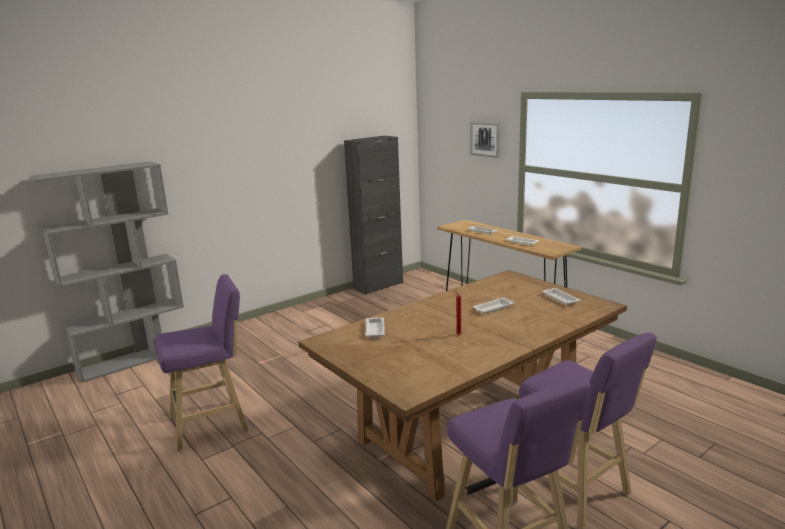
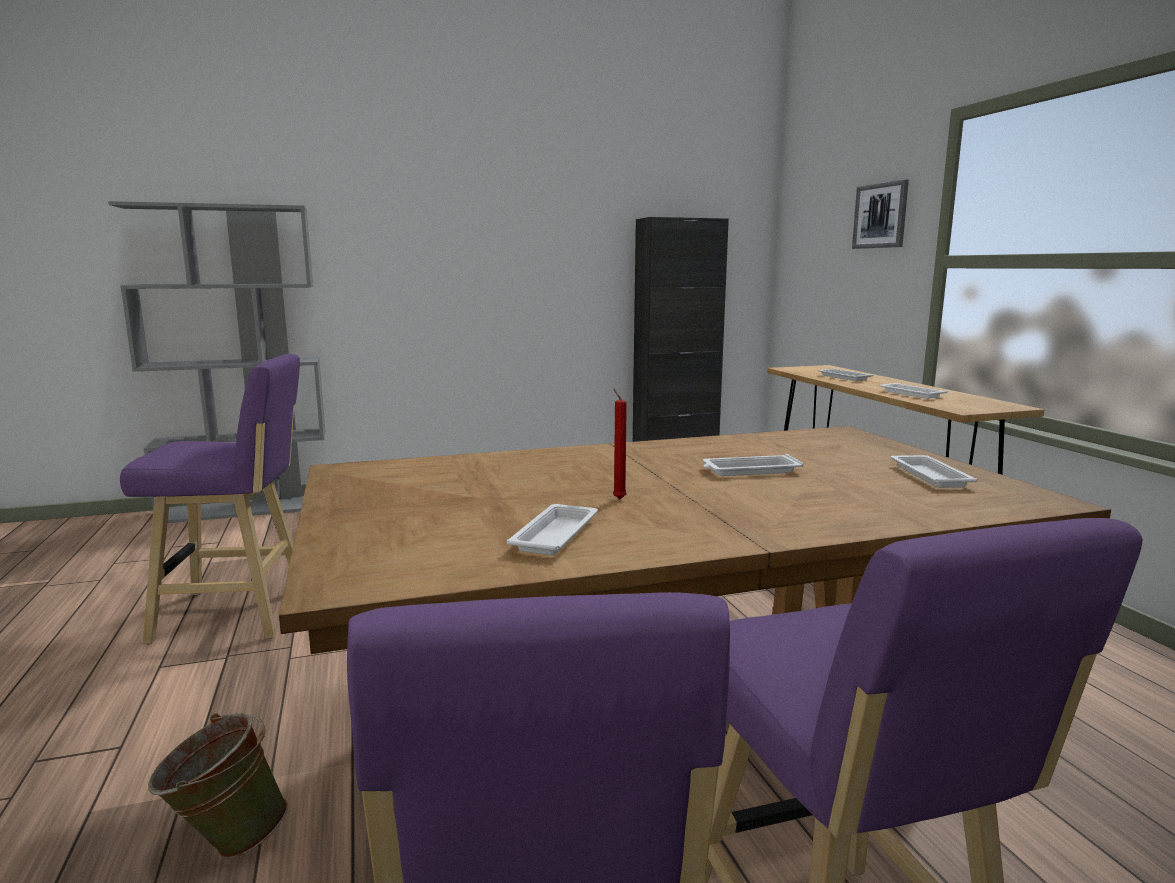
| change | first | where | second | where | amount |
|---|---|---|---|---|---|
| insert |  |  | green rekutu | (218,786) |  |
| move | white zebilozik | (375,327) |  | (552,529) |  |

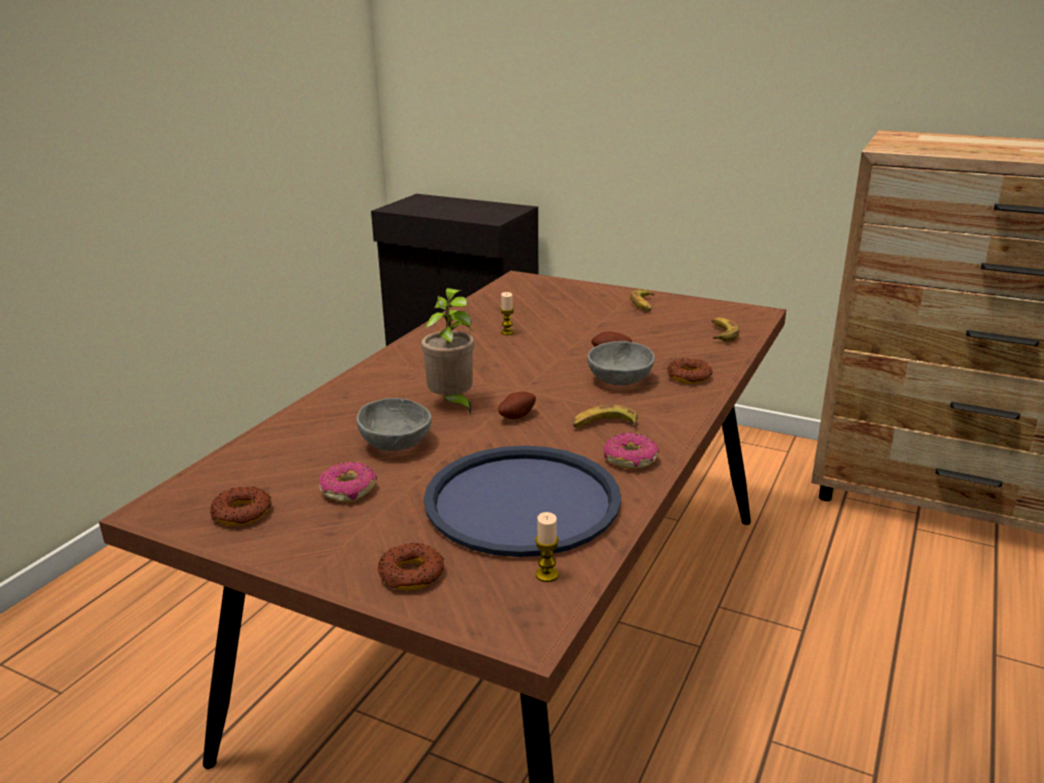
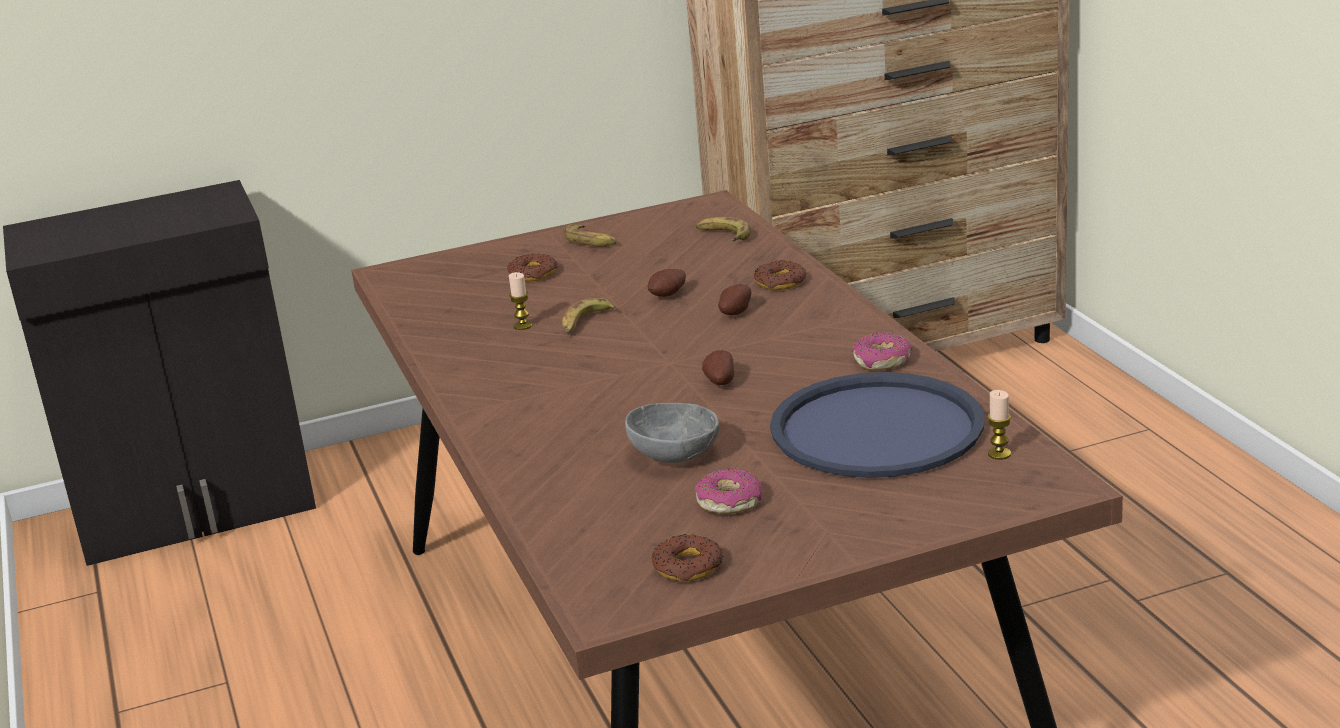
| change | first | where | second | where | amount |
|---|---|---|---|---|---|
| move | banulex | (411,566) |  | (532,268) |  |
| move | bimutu | (605,416) |  | (589,316) |  |
| replace | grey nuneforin | (621,363) | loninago | (734,299) |  |
| delete | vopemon | (448,351) |  |  |  |

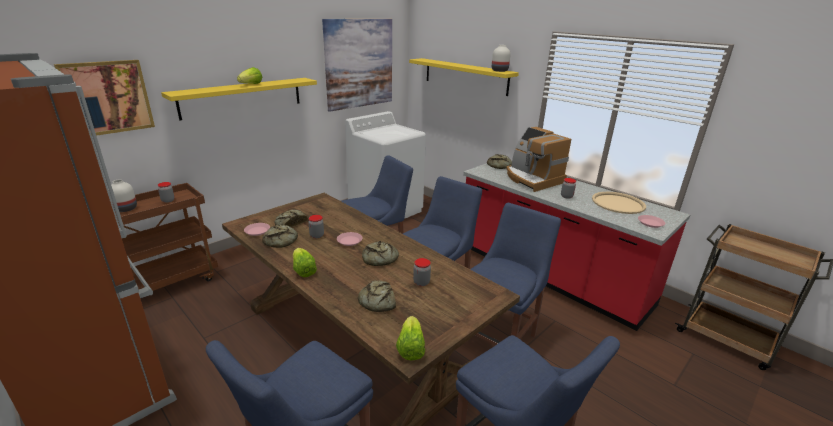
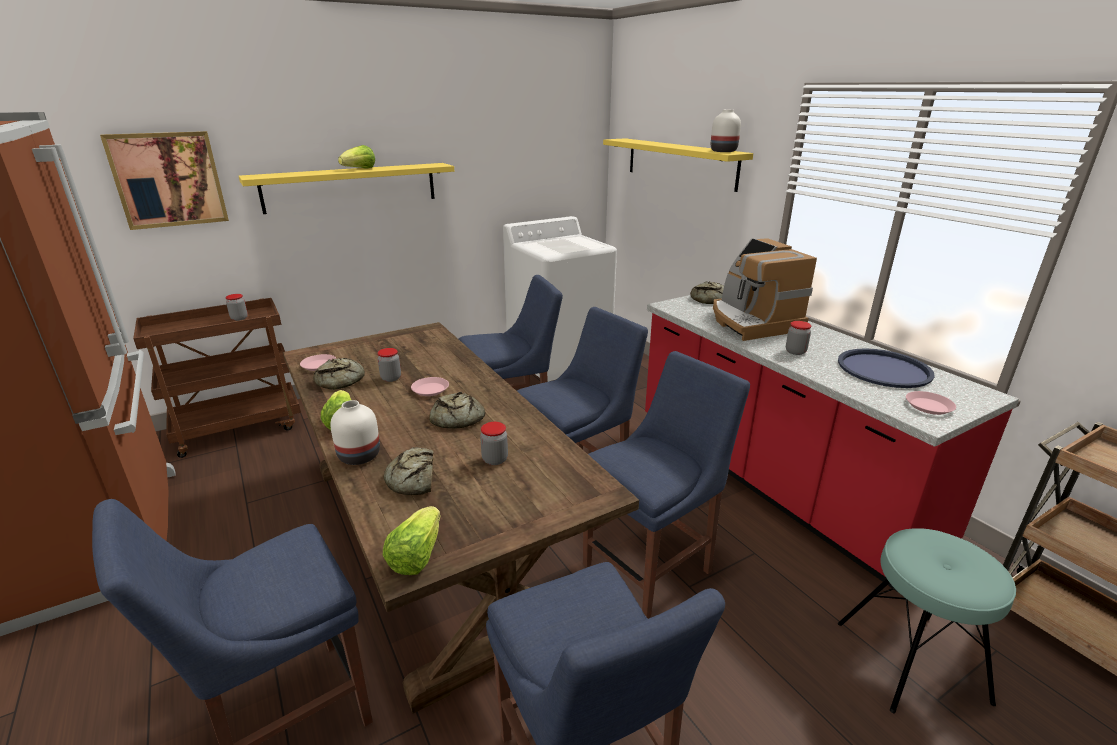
| change | first | where | second | where | amount |
|---|---|---|---|---|---|
| move | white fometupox | (122,196) |  | (355,432) |  |
| recolor | beige zebilozik | (619,203) | blue zebilozik | (886,368) |  |
| insert |  |  | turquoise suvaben | (927,620) |  |
| delete | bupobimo | (291,218) |  |  |  |
| delete | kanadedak | (357,65) |  |  |  |

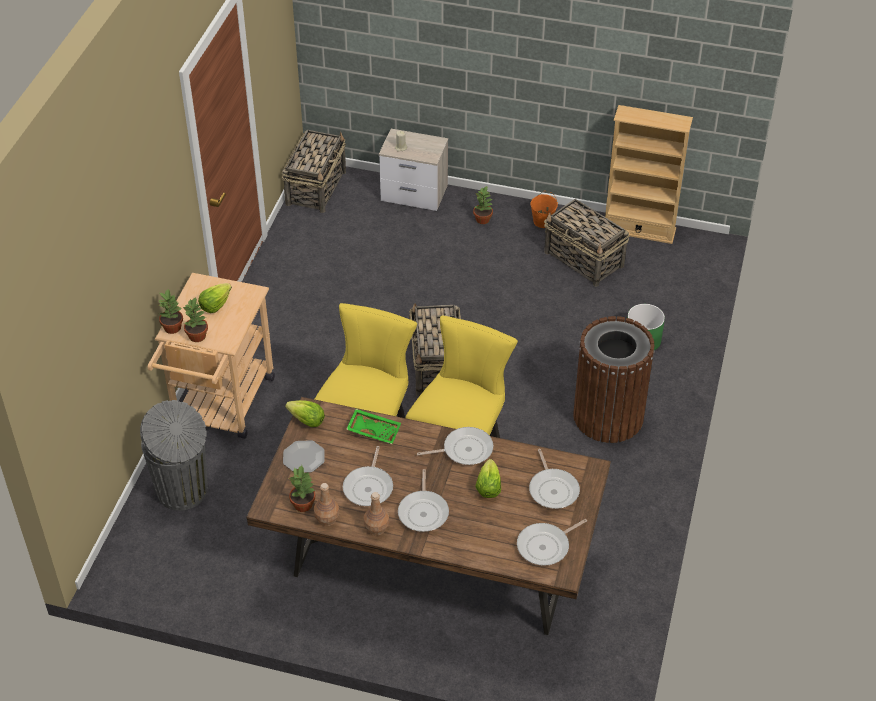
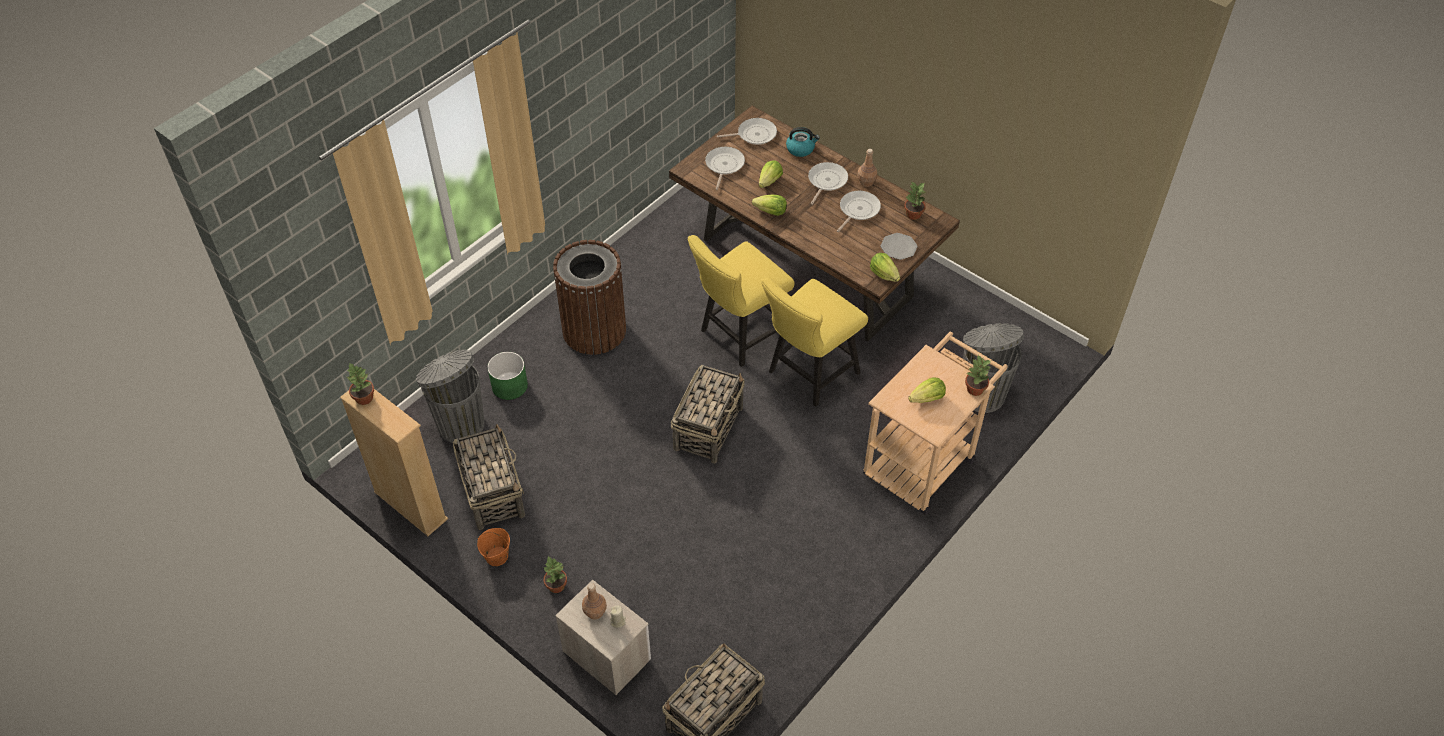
| change | first | where | second | where | amount |
|---|---|---|---|---|---|
| move | vopemon | (195,319) |  | (360,384) |  |
| insert |  |  | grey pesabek | (450,396) |  |
| move | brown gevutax | (326,504) |  | (594,601) |  |
| replace | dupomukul | (455,446) | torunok | (769,205) |  |
| insert |  |  | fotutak | (803,142) |  |
| delete | green zebilozik | (373,426) |  |  |  |

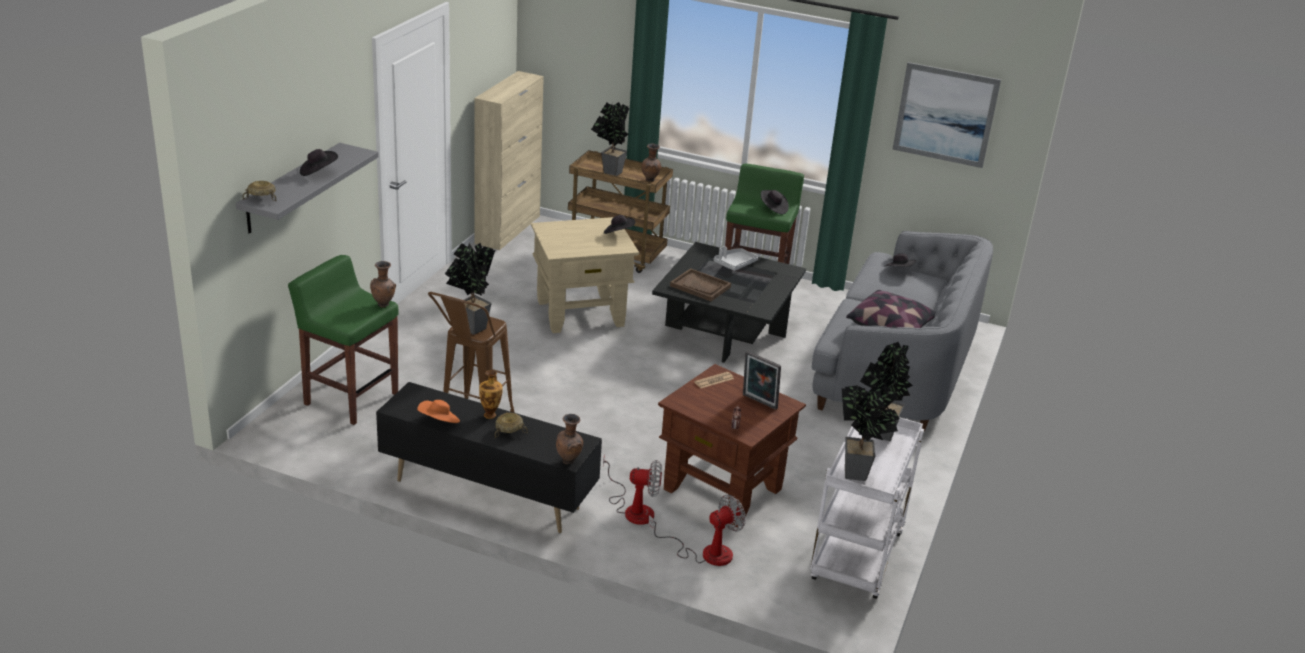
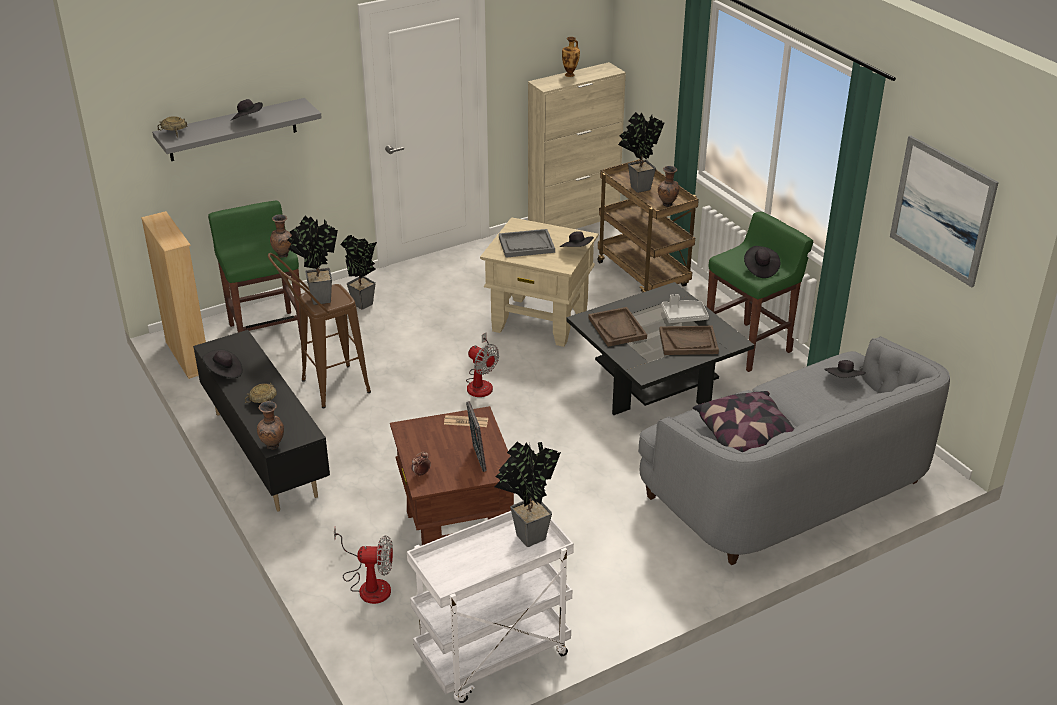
| change | first | where | second | where | amount |
|---|---|---|---|---|---|
| insert |  |  | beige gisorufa | (173,295) |  |
| recolor | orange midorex | (438,411) | black midorex | (223,363) |  |
| move | vopemon | (871,433) |  | (358,272) |  |
| move | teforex | (632,489) |  | (482,364) |  |
| insert |  |  | grey zebilozik | (527,243) |  |
| move | fometupox | (491,394) |  | (571,57) |  |
| insert |  |  | brown zebilozik | (689,340) |  |

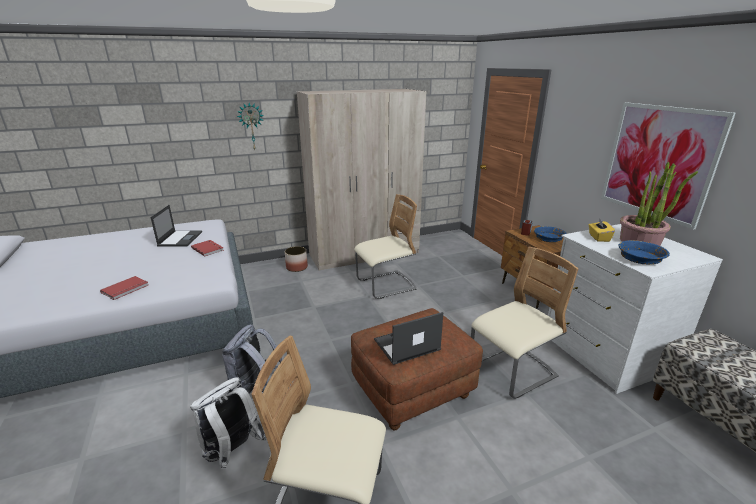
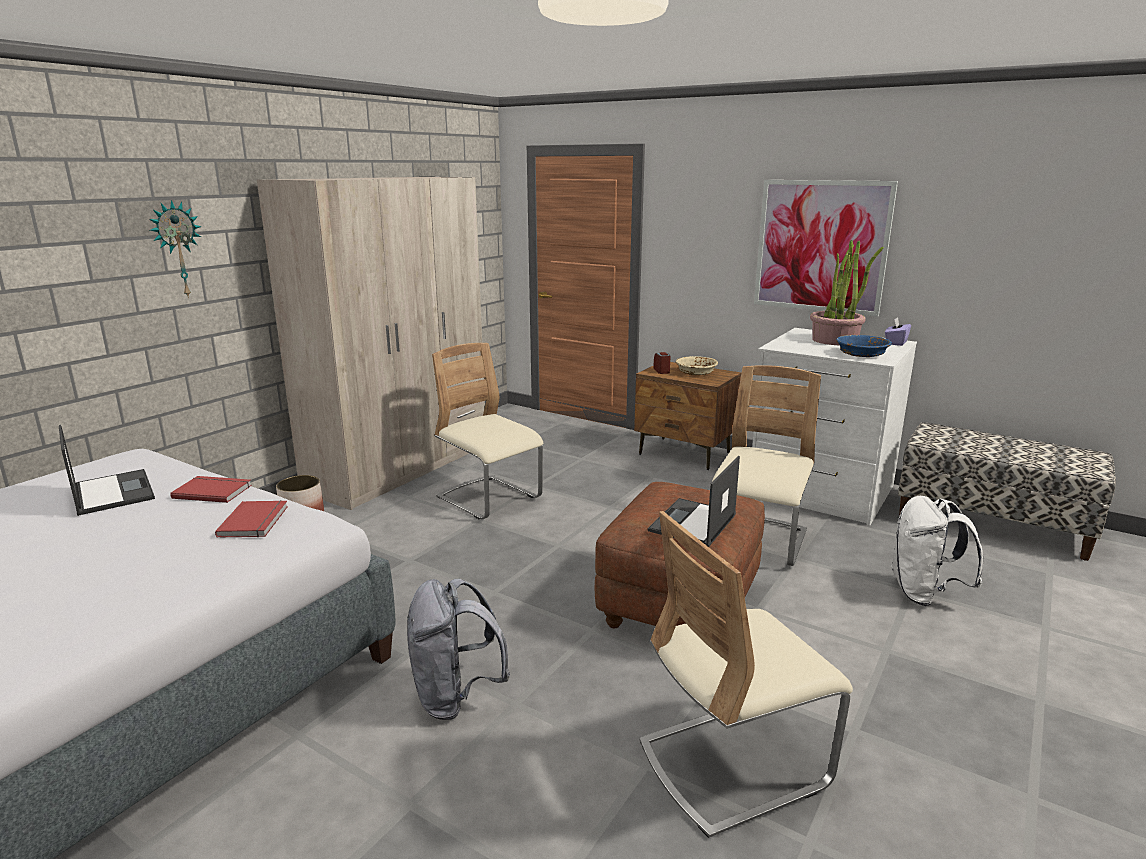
| change | first | where | second | where | amount |
|---|---|---|---|---|---|
| move | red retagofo | (124,288) |  | (251,519) |  |
| rotate | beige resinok | (385,246) |  | (487,431) | 75 degrees counterclockwise |
| recolor | blue nuneforin | (550,234) | beige nuneforin | (697,365) |  |
| insert |  |  | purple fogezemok | (898,331) |  |
| move | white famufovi | (228,423) |  | (937,551) |  |
| delete | yellow fogezemok | (602,230) |  |  |  |

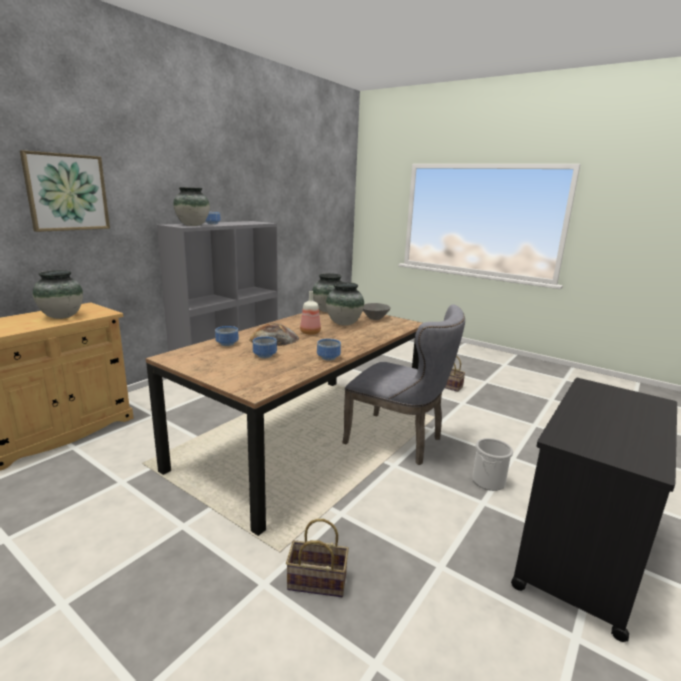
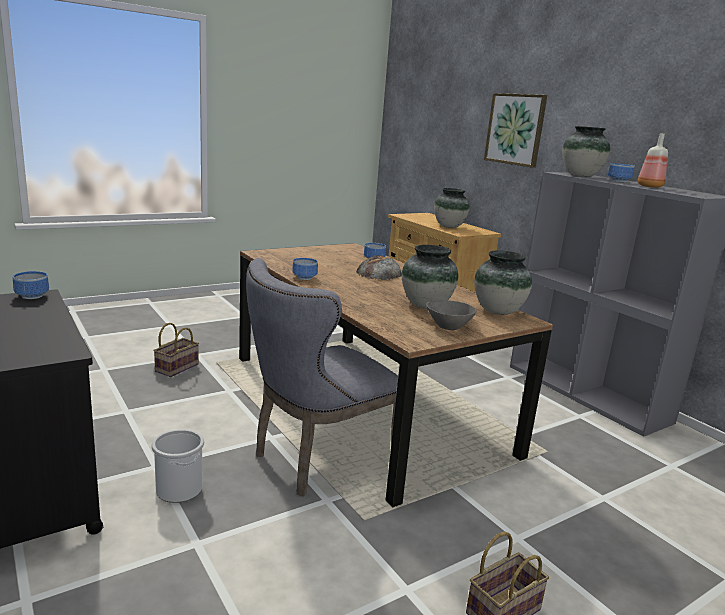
| change | first | where | second | where | amount |
|---|---|---|---|---|---|
| move | nuneforin | (265,347) |  | (31,285) |  |
| move | gevutax | (310,313) |  | (653,160) |  |

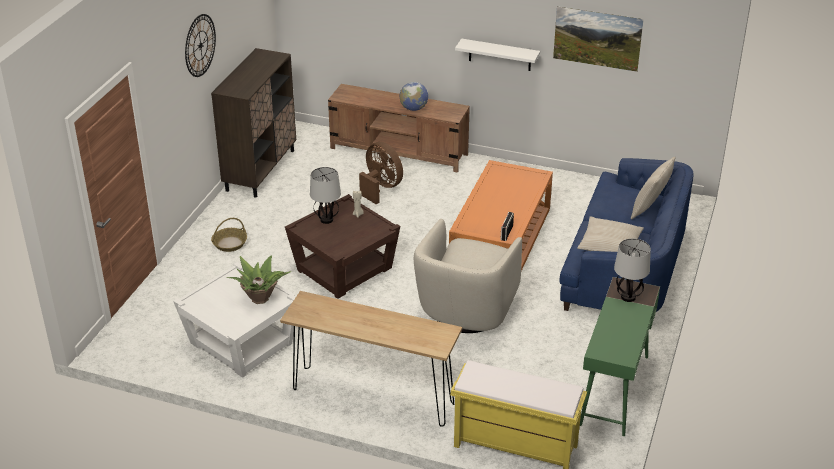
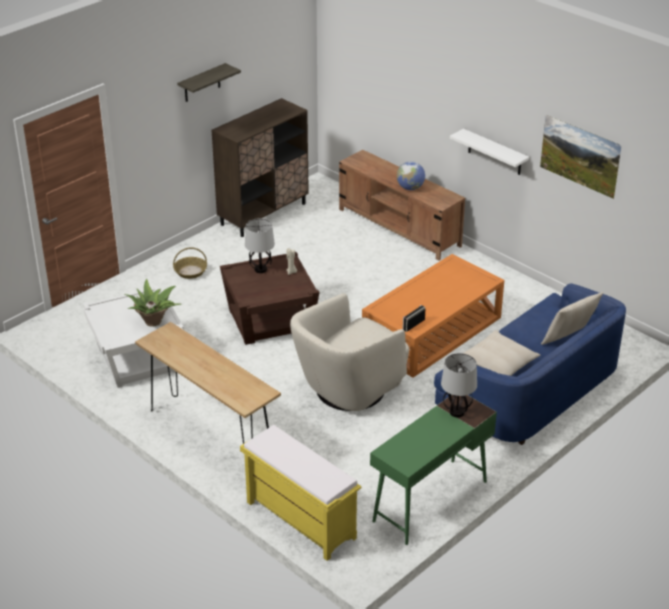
| change | first | where | second | where | amount |
|---|---|---|---|---|---|
| replace | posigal | (200,45) | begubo | (209,82) |  |
| delete | brown teforex | (381,173) |  |  |  |

